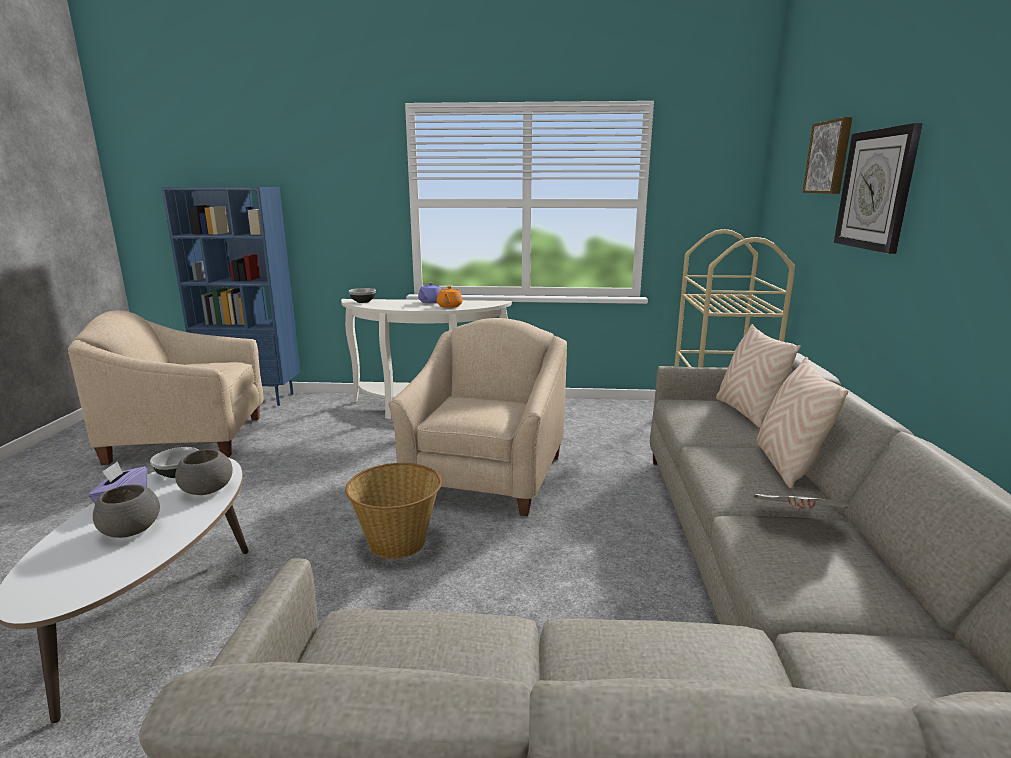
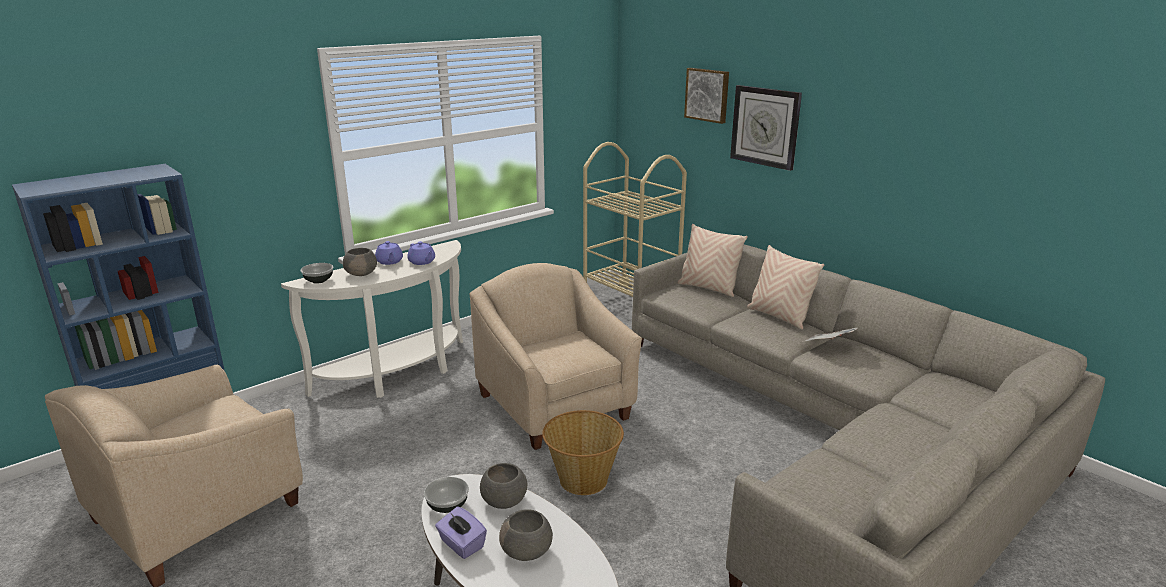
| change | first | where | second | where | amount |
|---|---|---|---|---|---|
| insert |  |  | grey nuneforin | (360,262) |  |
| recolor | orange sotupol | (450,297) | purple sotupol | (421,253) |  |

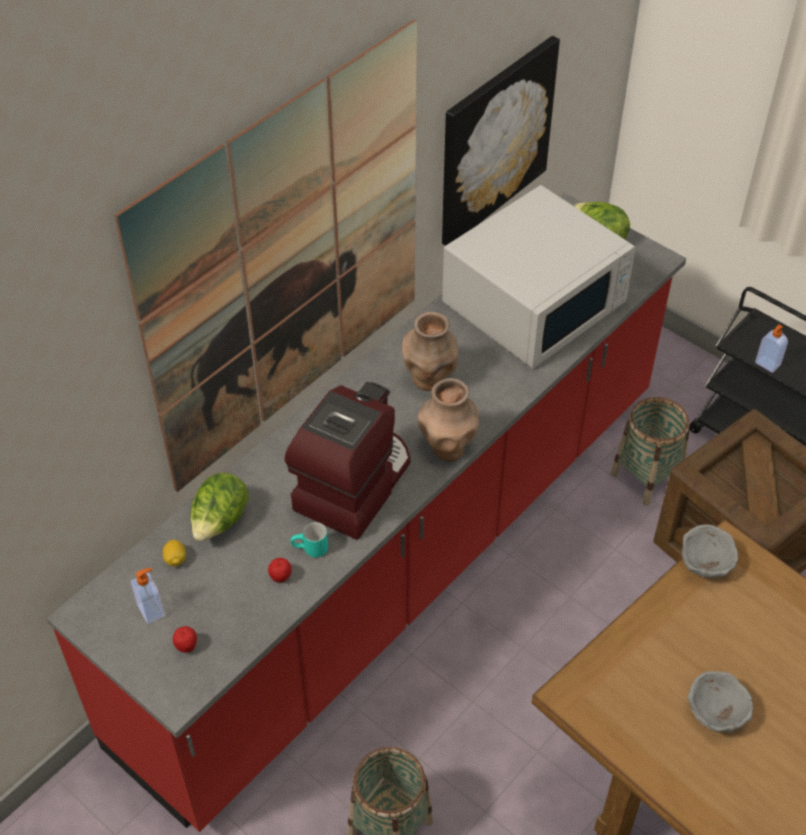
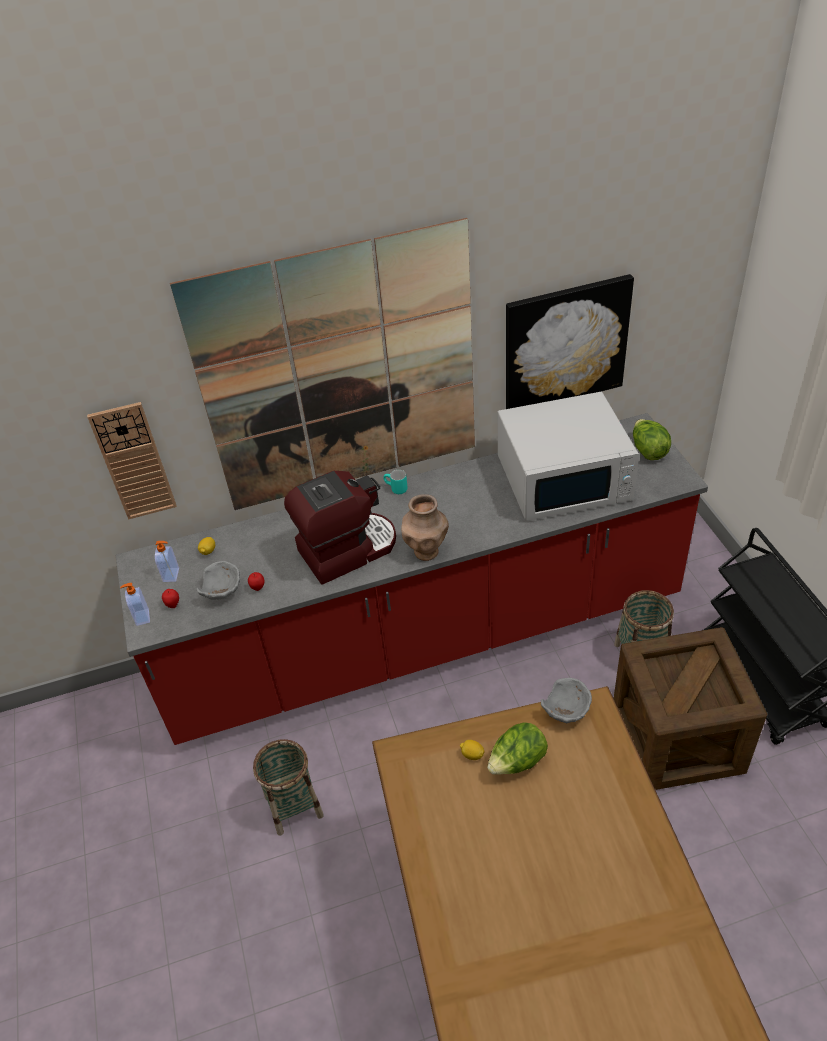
| change | first | where | second | where | amount |
|---|---|---|---|---|---|
| insert |  |  | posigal | (132,460) |  |
| move | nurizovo | (771,348) |  | (135,604) |  |
| move | grey nuneforin | (720,701) |  | (218,580) |  |
| move | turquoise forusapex | (309,540) |  | (395,482) |  |
| insert |  |  | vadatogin | (472,750) |  |
| move | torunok | (219,507) |  | (517,748) |  |
| delete | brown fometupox | (430,351) |  |  |  |

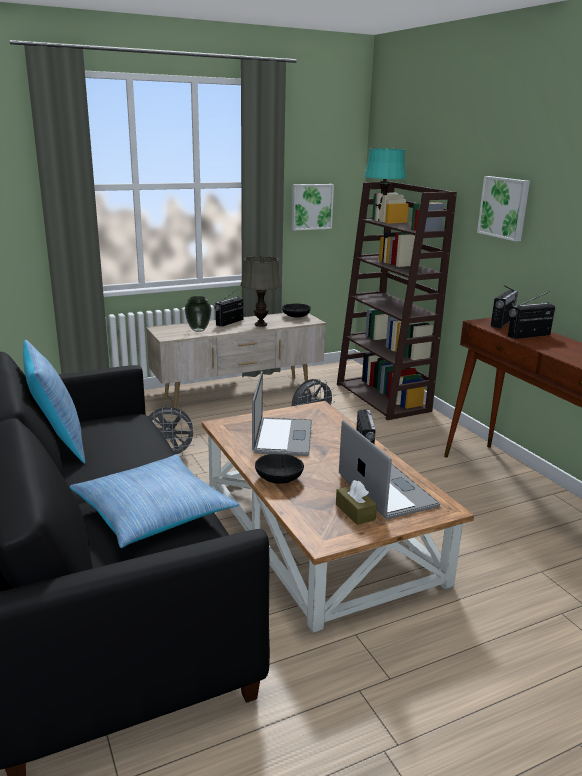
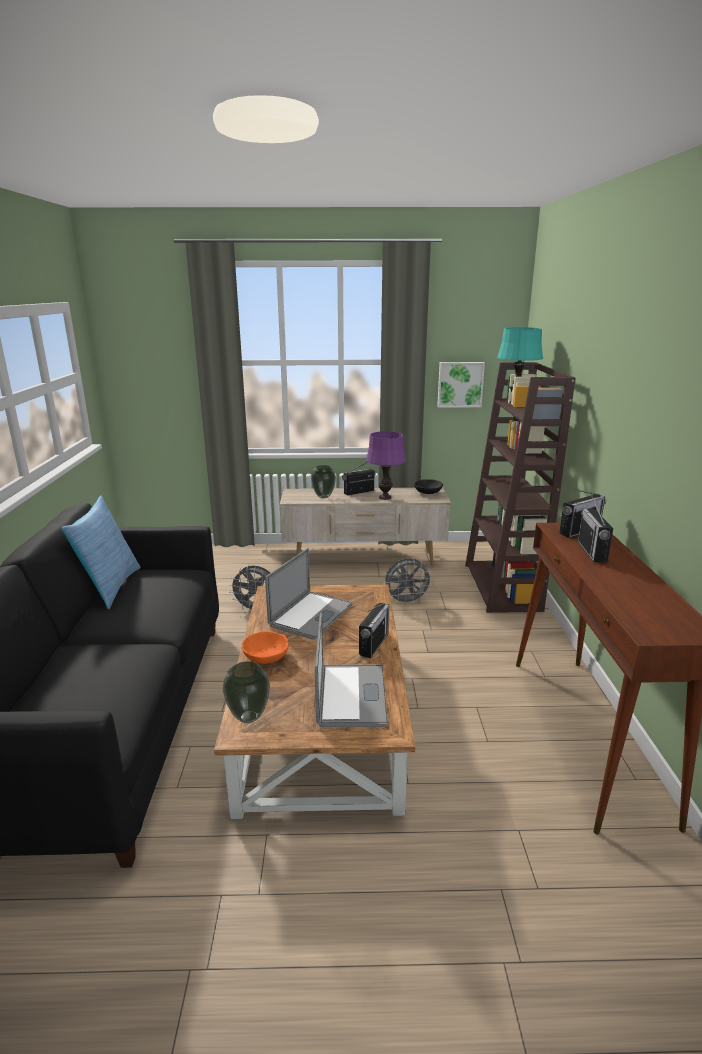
| change | first | where | second | where | amount |
|---|---|---|---|---|---|
| insert |  |  | fometupox | (246,692) |  |
| recolor | black nuneforin | (279,469) | orange nuneforin | (265,647) |  |
| recolor | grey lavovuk | (261,291) | purple lavovuk | (386,465) |  |
| rotate | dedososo | (531,315) |  | (595,529) | 90 degrees counterclockwise |
| delete | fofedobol | (154,501) |  |  |  |
| delete | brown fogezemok | (356,502) |  |  |  |
| delete | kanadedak | (503,209) |  |  |  |

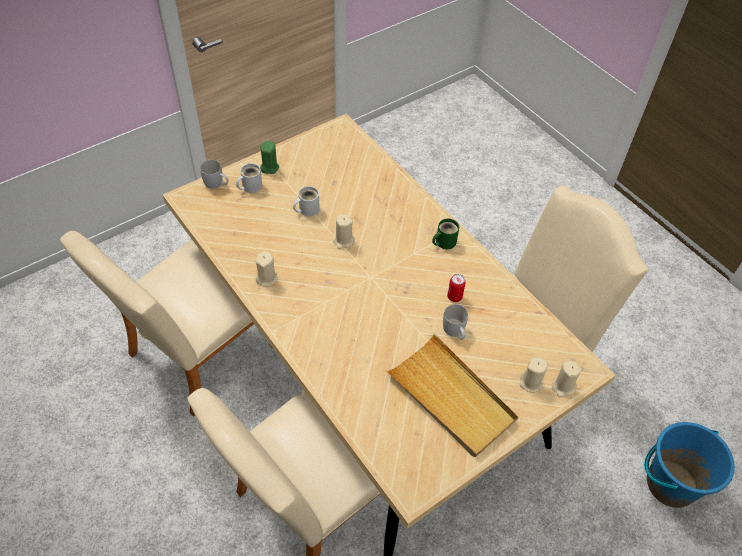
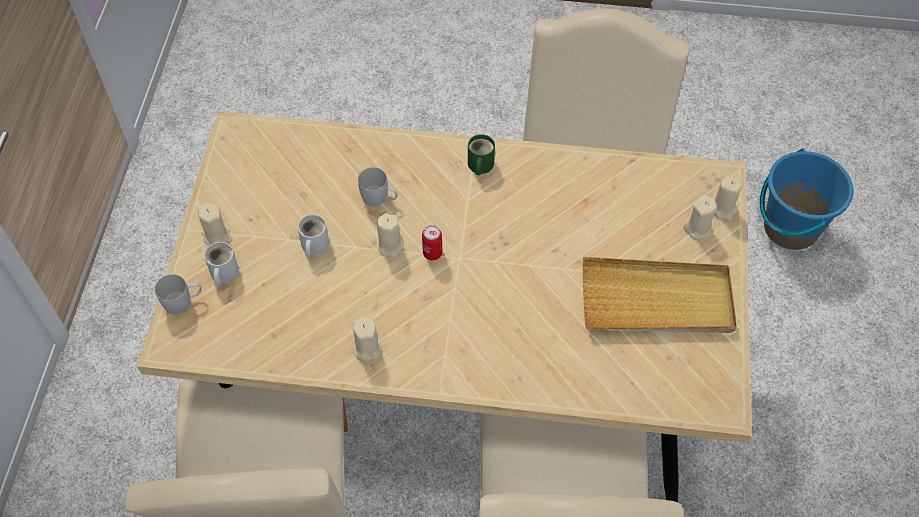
| change | first | where | second | where | amount |
|---|---|---|---|---|---|
| recolor | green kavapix | (269,157) | beige kavapix | (214,224) |  |
| move | white forusapex | (455,322) |  | (378,186) |  |
| move | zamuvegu | (456,288) |  | (432,242) |  |

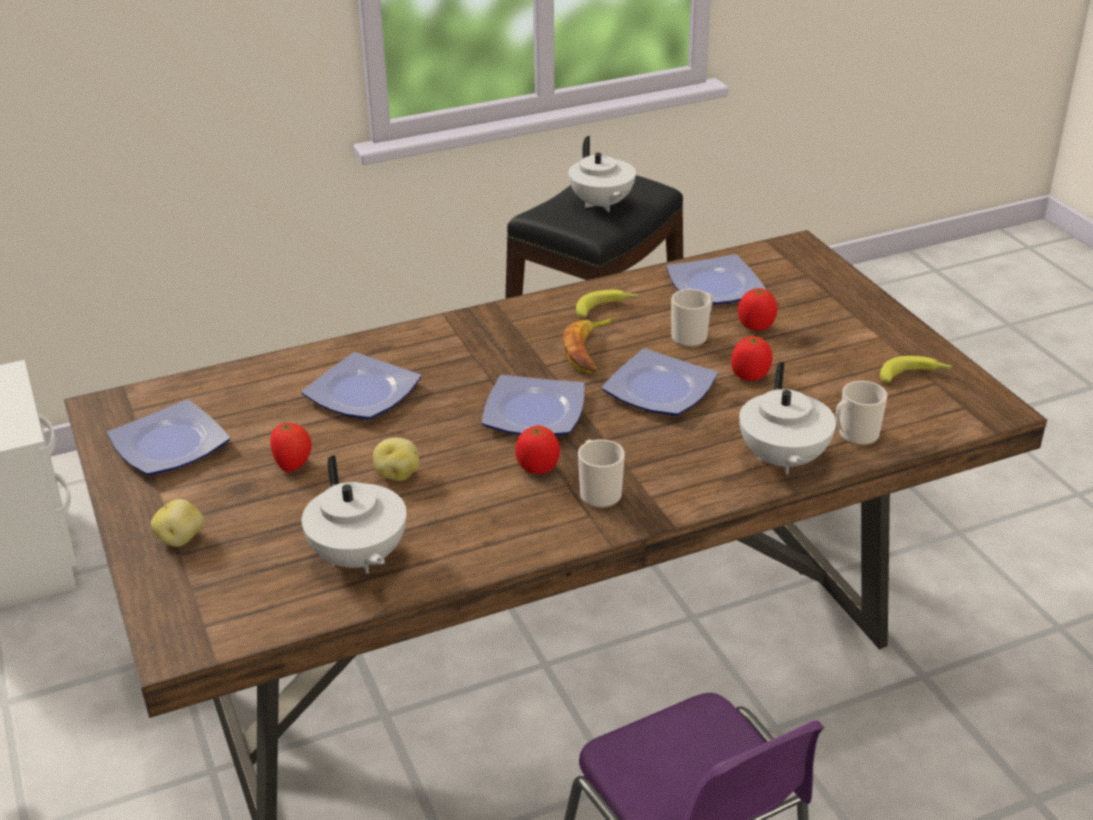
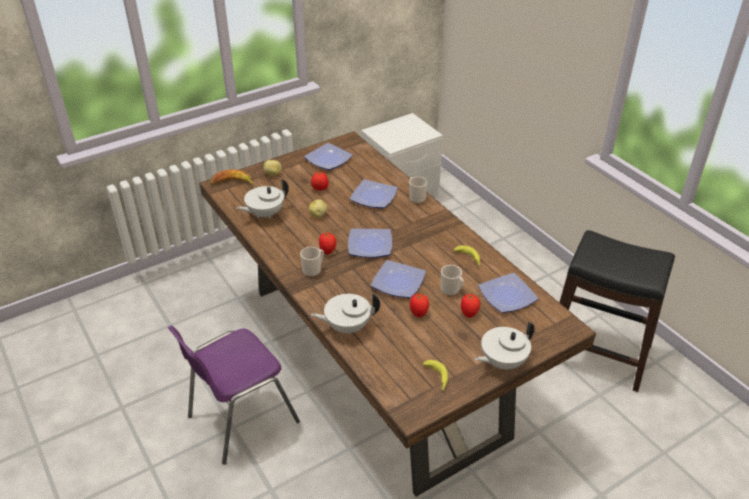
| change | first | where | second | where | amount |
|---|---|---|---|---|---|
| move | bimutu | (589,345) |  | (232,177) |  |
| move | forusapex | (861,413) |  | (418,190) |  |
| move | white sotupol | (602,174) |  | (504,346) |  |

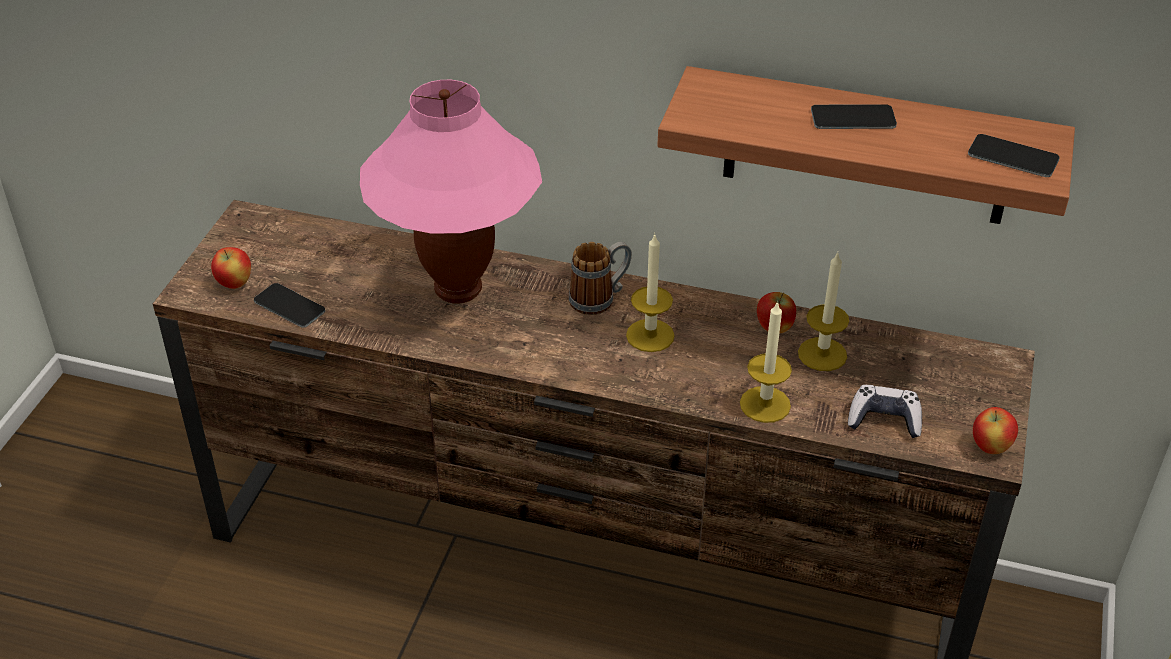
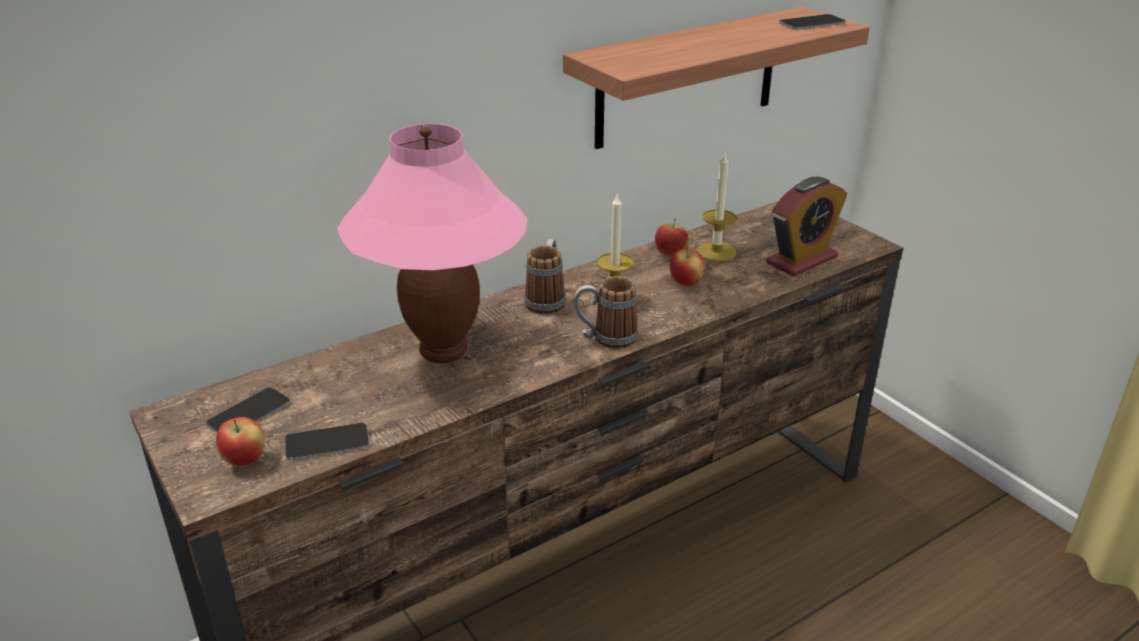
| change | first | where | second | where | amount |
|---|---|---|---|---|---|
| move | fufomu | (854,116) |  | (248,410) |  |
| insert |  |  | forusapex | (605,312) |  |
| move | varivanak | (995,430) |  | (687,267) |  |
| replace | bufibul | (885,411) | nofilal | (806,227) |  |
| delete | kavapix | (766,362) |  |  |  |

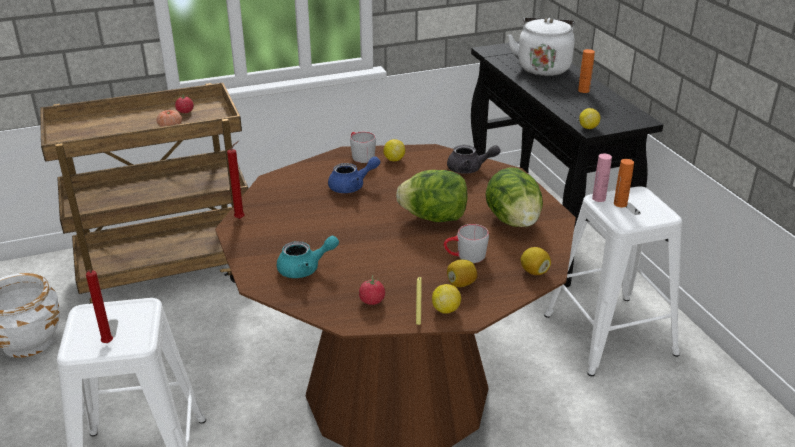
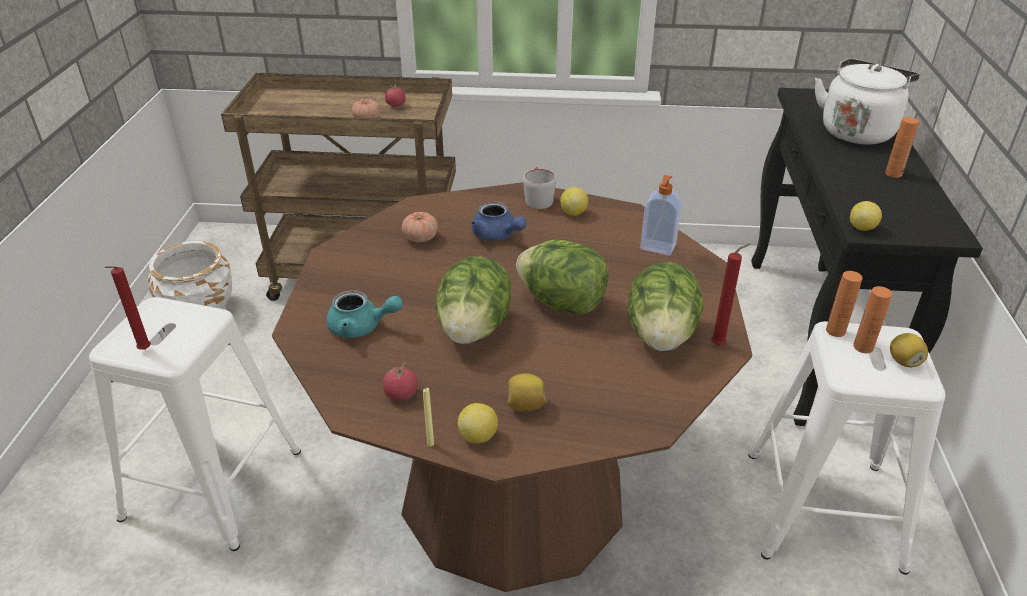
| change | first | where | second | where | amount |
|---|---|---|---|---|---|
| insert |  |  | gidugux | (420,227) |  |
| insert |  |  | torunok | (473,300) |  |
| rotate | blue sotupol | (354,174) |  | (499,221) | 45 degrees clockwise |
| replace | grey sotupol | (473,159) | nurizovo | (661,215) |  |
| move | red kavapix | (235,180) |  | (730,294) |  |
| recolor | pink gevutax | (602,178) | orange gevutax | (844,304) |  |
| move | vadatogin | (536,261) |  | (909,350) |  |
| delete | grey forusapex | (466,243) |  |  |  |

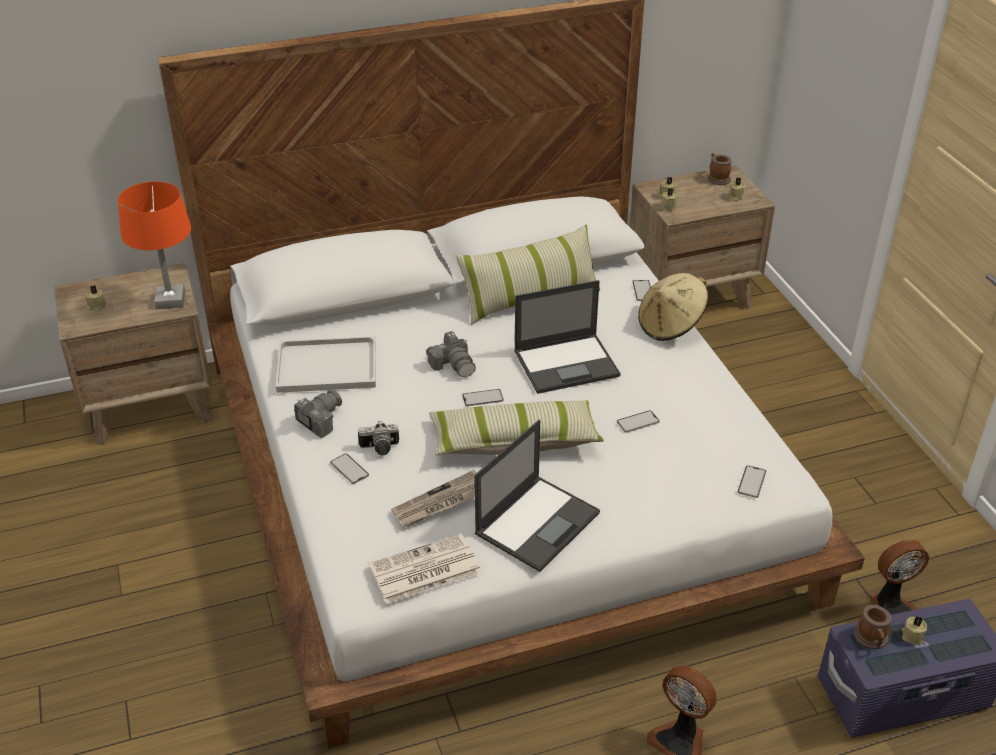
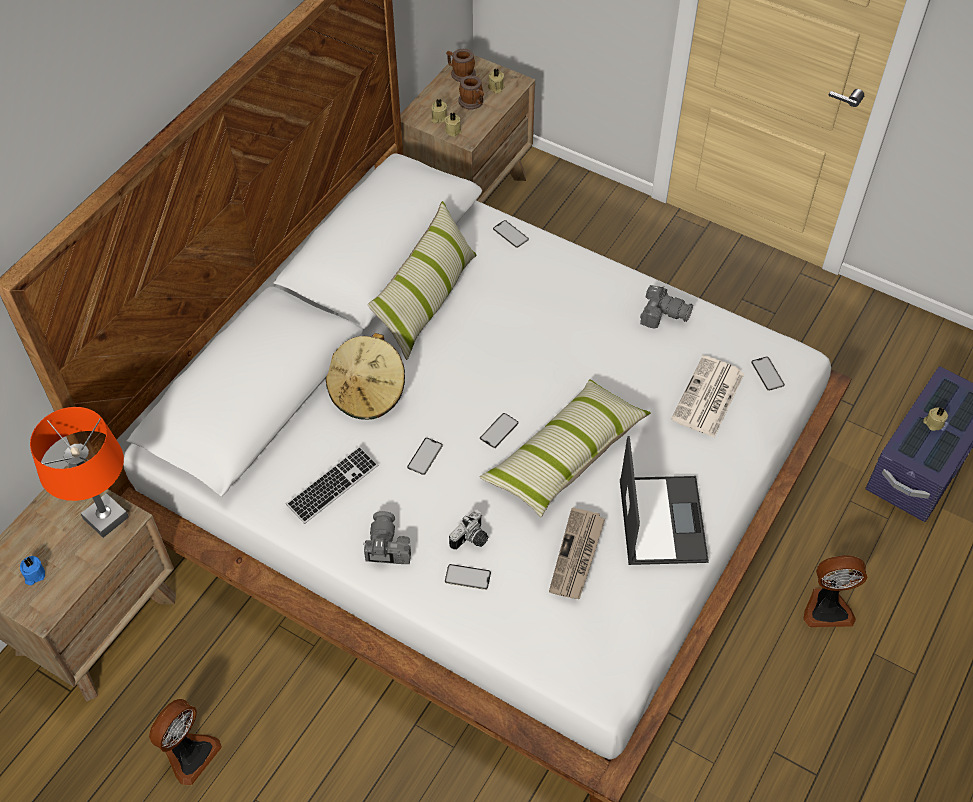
| change | first | where | second | where | amount |
|---|---|---|---|---|---|
| recolor | beige kavapix | (95,298) | blue kavapix | (32,570) |  |
| move | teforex | (899,577) |  | (185,742) |  |
| replace | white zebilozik | (326,364) | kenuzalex | (332,485) |  |
| move | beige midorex | (673,307) |  | (365,376) |  |
| move | fufomu | (638,421) |  | (425,456) |  |
| move | forusapex | (873,627) |  | (471,93) |  |
| move | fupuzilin | (451,354) |  | (666,307) |  |
| move | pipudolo | (425,569) |  | (707,396) |  |
| delete | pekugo | (567,337) |  |  |  |

